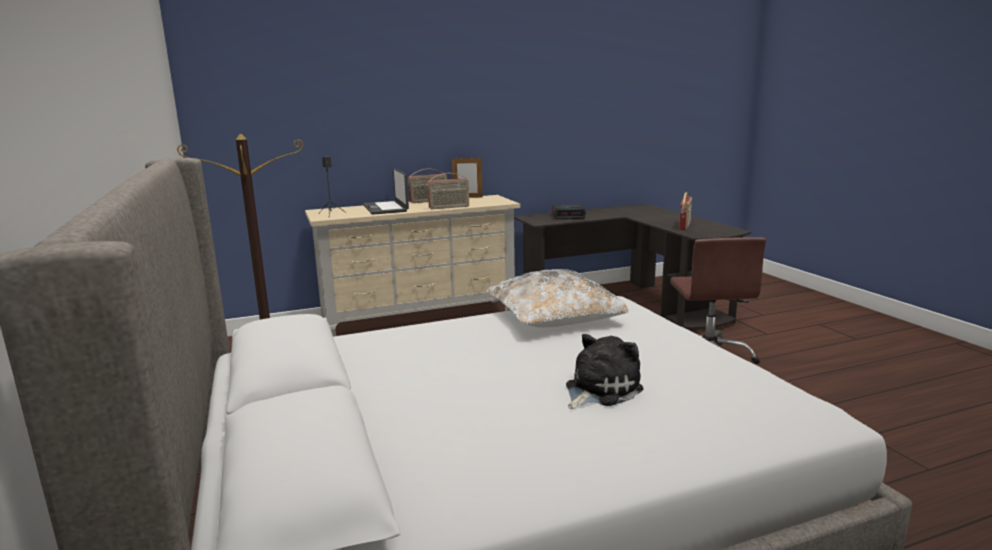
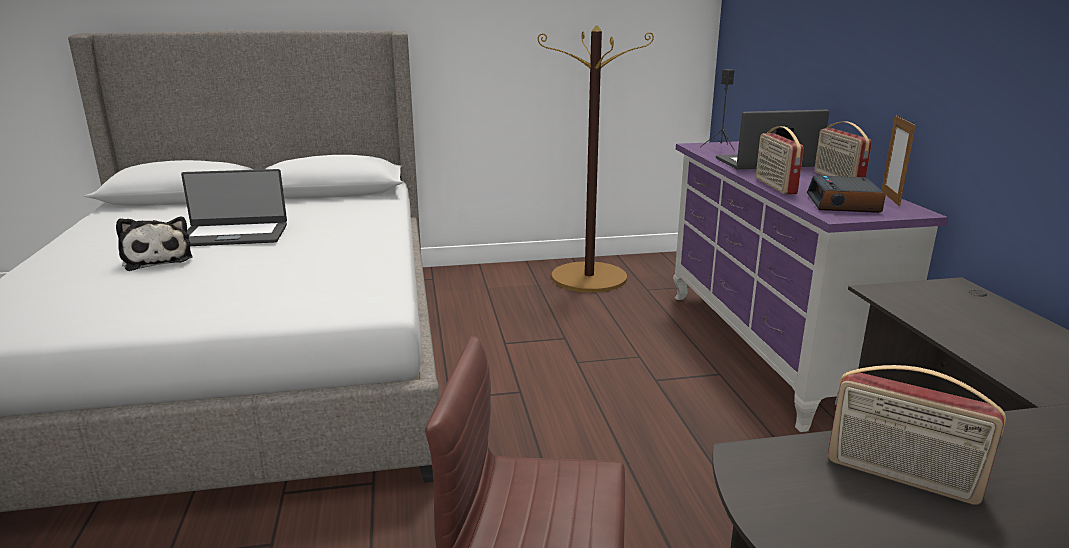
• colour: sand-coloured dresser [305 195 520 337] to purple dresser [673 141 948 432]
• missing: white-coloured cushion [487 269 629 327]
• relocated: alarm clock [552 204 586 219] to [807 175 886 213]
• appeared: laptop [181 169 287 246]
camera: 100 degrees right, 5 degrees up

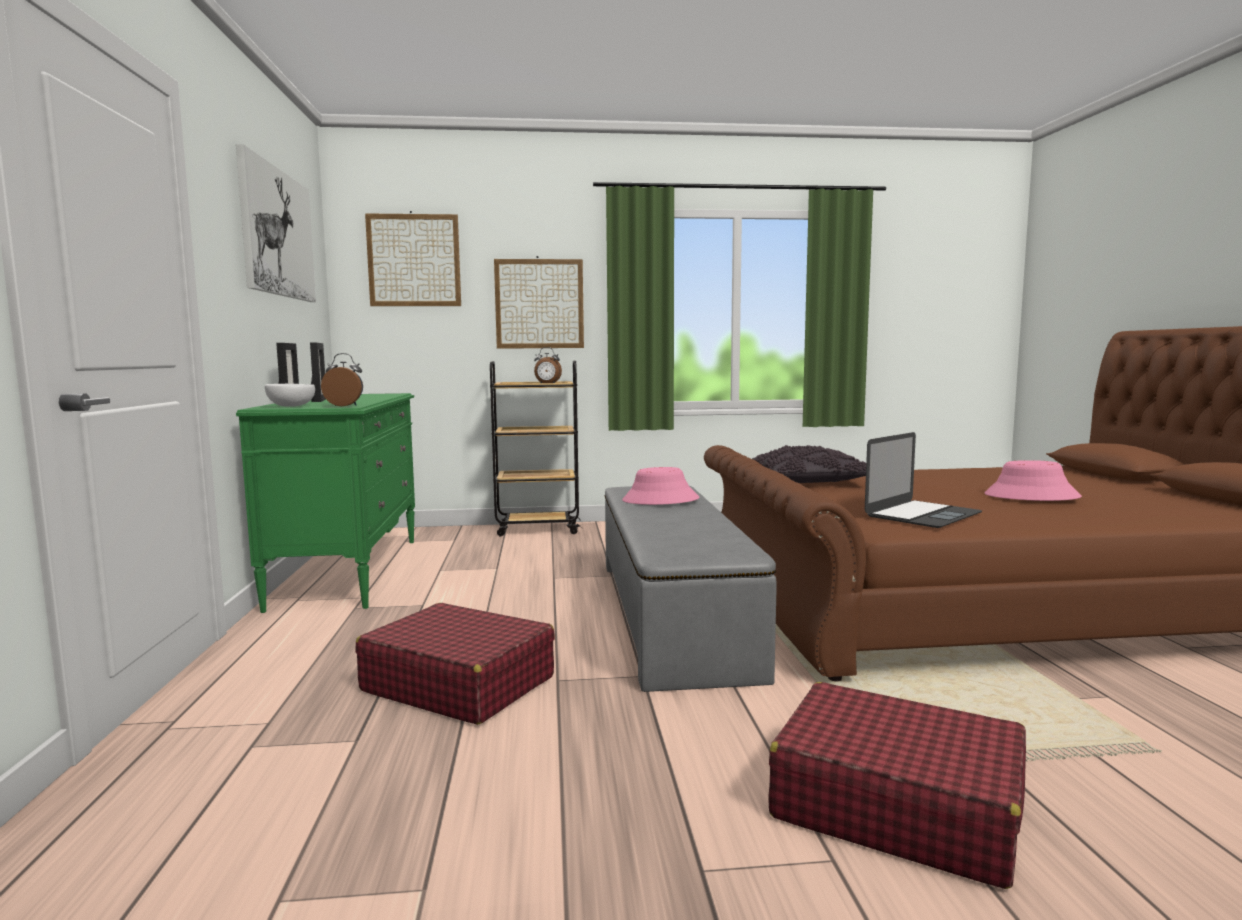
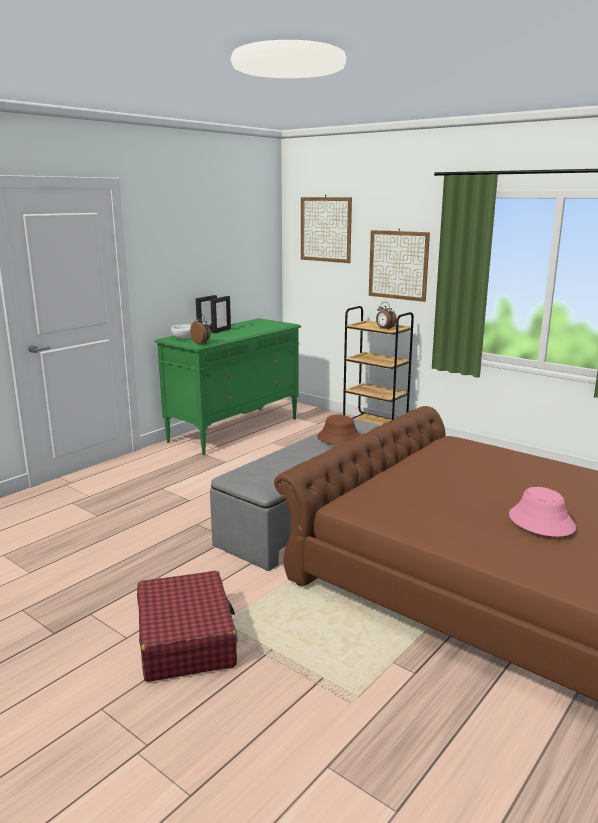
• missing: wall art [236 144 316 302]
• missing: red-coloured travel case [356 603 555 725]
• colour: pinkish hat [622 467 699 505] to brown-coloured hat [317 415 360 446]
• missing: black cushion [752 445 866 483]
• missing: laptop [865 432 982 528]
camera: 45 degrees right, 10 degrees up

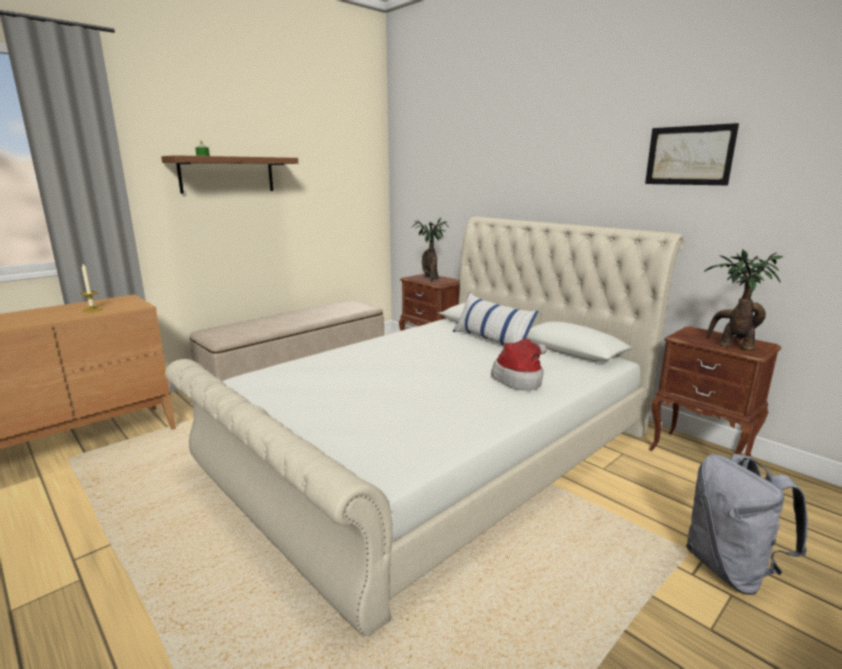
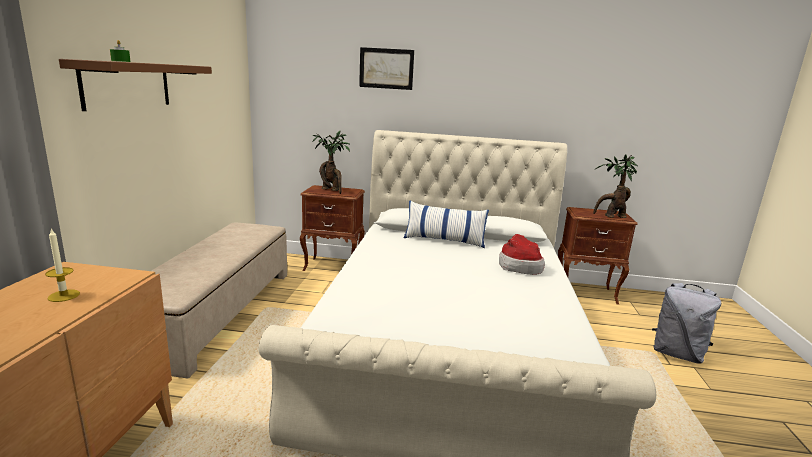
• relocated: wall art [645 123 739 185] to [359 47 414 90]
camera: 40 degrees left, 0 degrees up

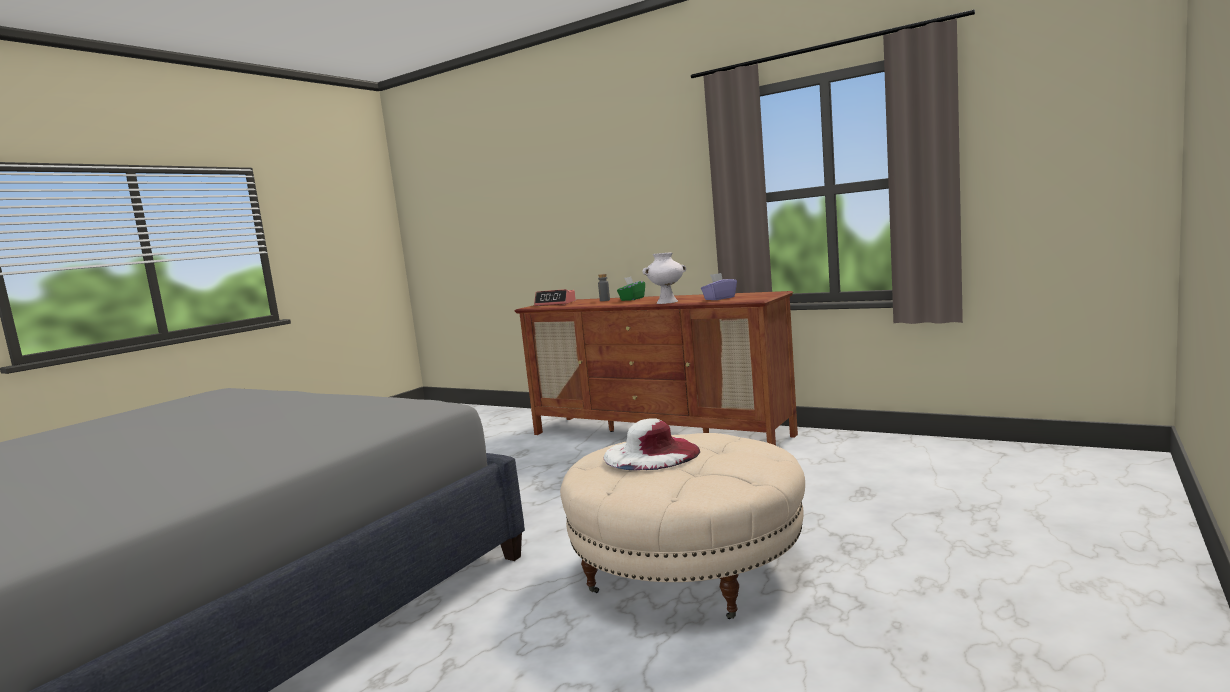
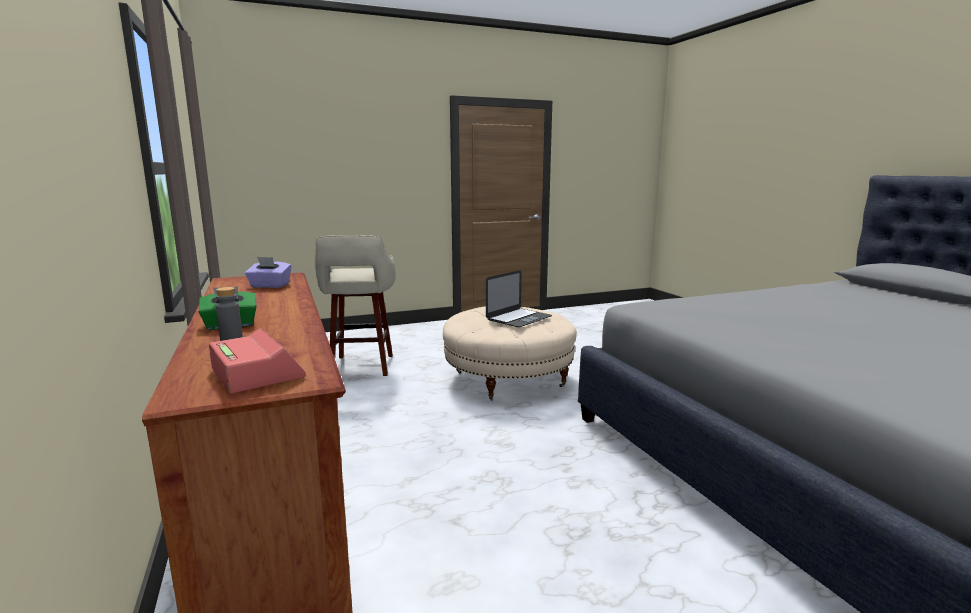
• exchanged: white-coloured hat [603 419 700 470] to laptop [486 270 552 327]
• missing: white-coloured decorative vase [642 252 686 304]
• appeared: sand-coloured stool seat [315 235 395 376]
camera: 145 degrees left, 5 degrees up

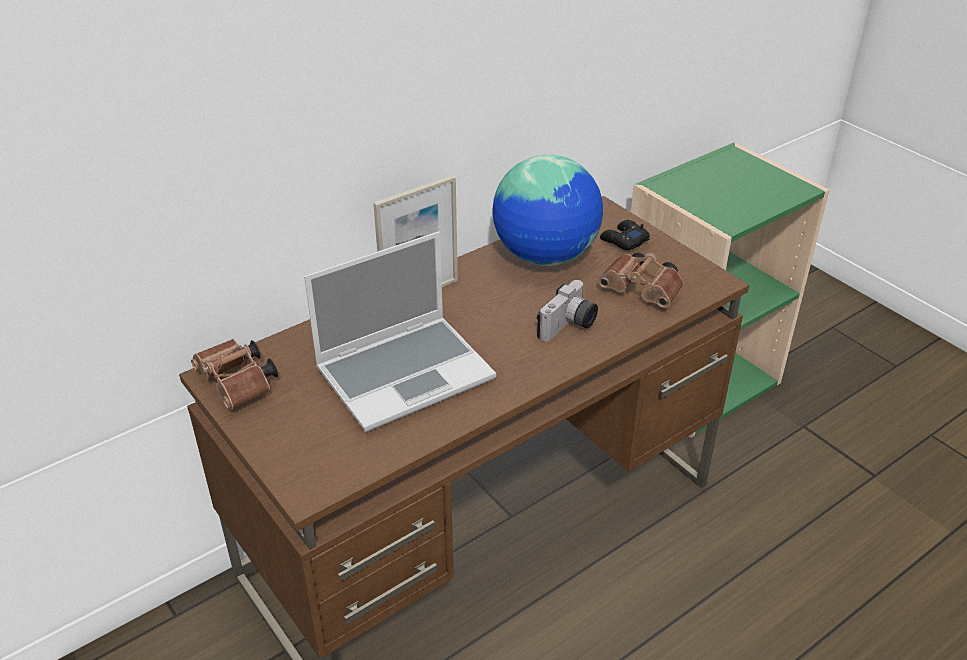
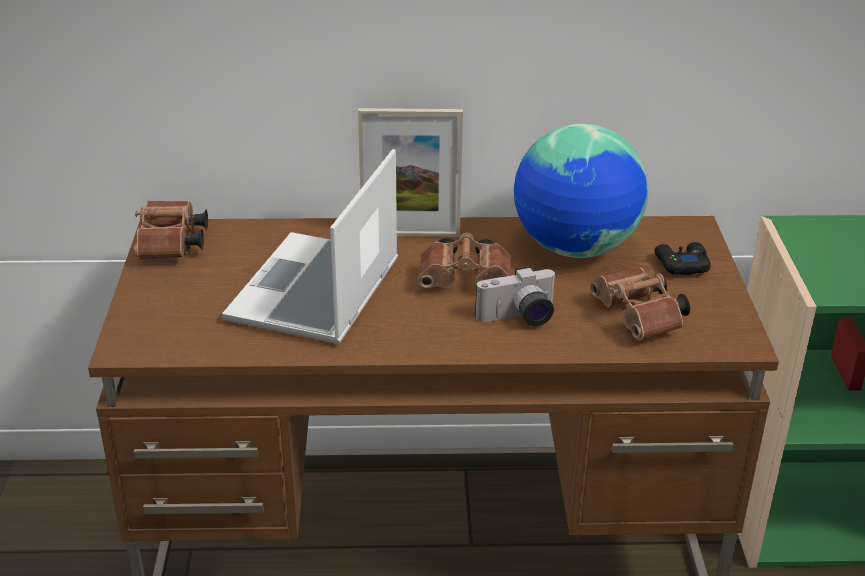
• spun: laptop [304 231 496 432] = [222 149 398 344] 105 degrees clockwise
• appeared: brown-coloured binoculars [417 233 512 288]
camera: 35 degrees right, 5 degrees down

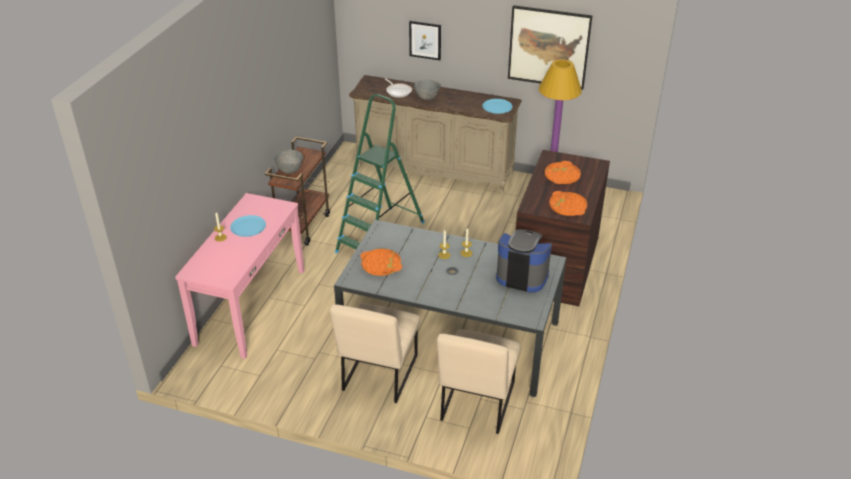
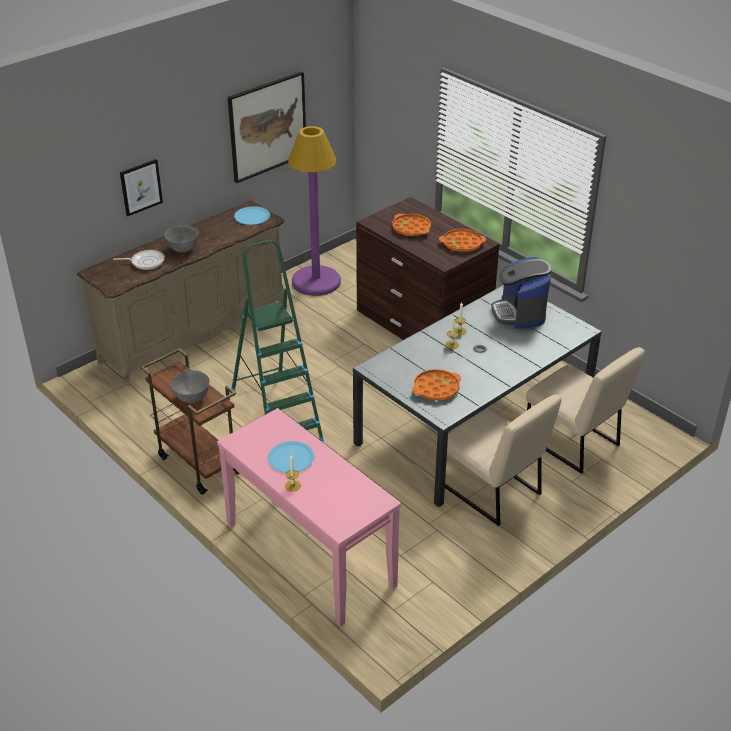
• spun: coffee brewer [496 229 552 292] = [492 257 551 329] 60 degrees counterclockwise
camera: 60 degrees left, 0 degrees up

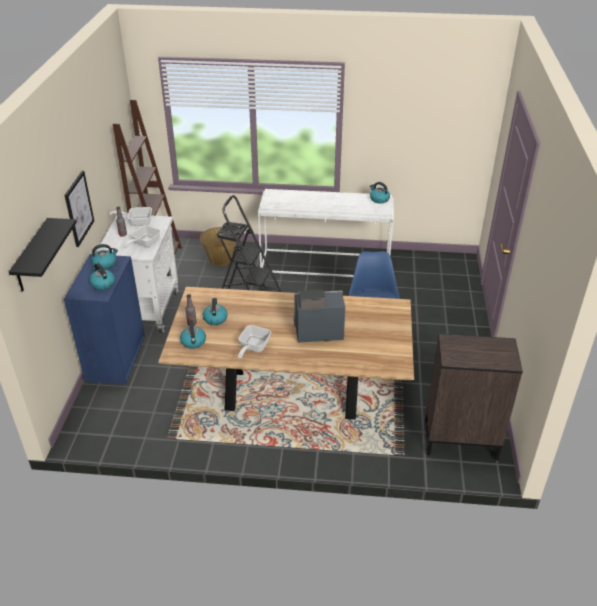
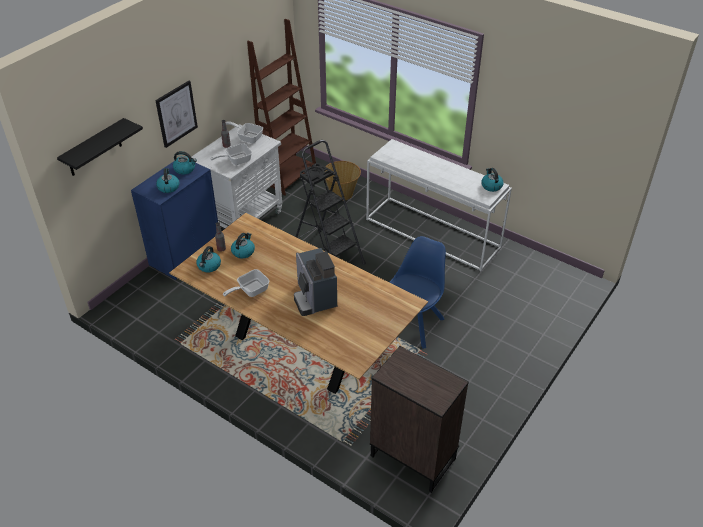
• spun: coffee brewer [294 290 346 343] = [294 248 337 316] 135 degrees counterclockwise
camera: 30 degrees right, 5 degrees up

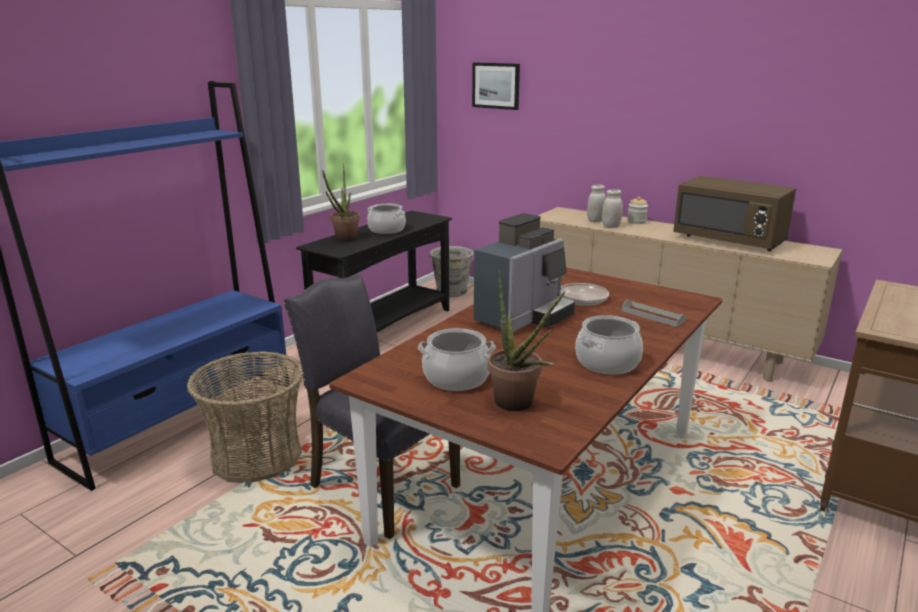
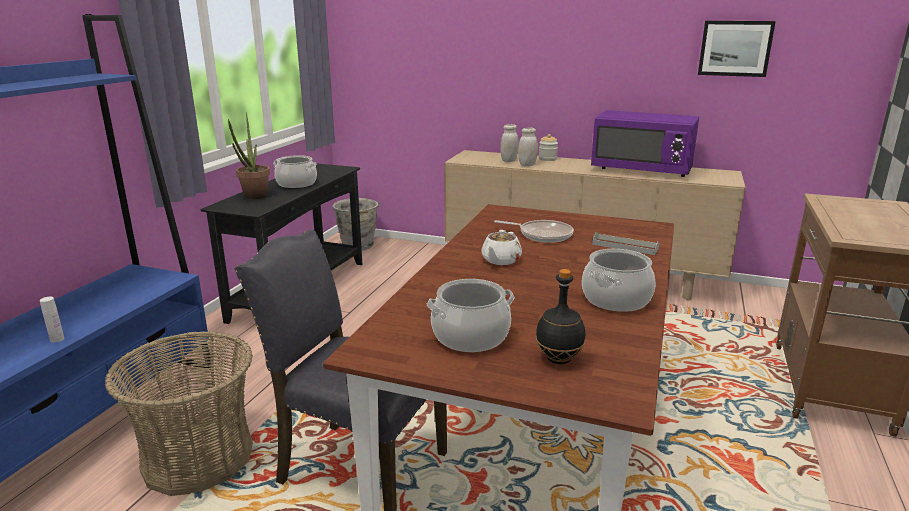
• relocated: wall art [472 62 520 110] to [698 21 776 77]
• exchanged: coffee brewer [474 213 575 332] to white-coloured teapot [481 230 522 265]
• exchanged: potted plant [488 270 565 411] to black drink bottle [536 269 585 364]
• colour: brown-coloured microwave [673 176 796 251] to purple microwave [591 110 699 177]
• appeared: white-coloured drink bottle [40 297 64 343]
camera: 15 degrees left, 0 degrees up

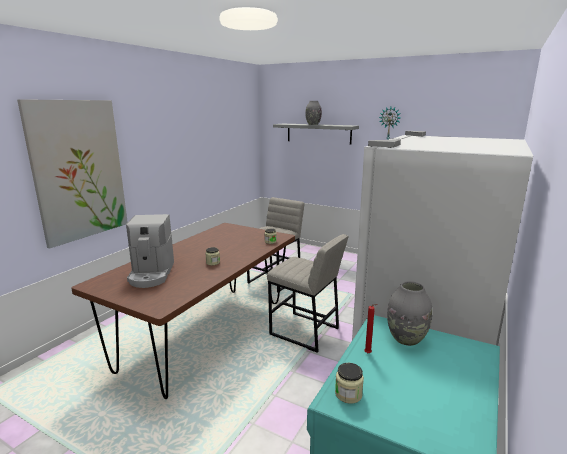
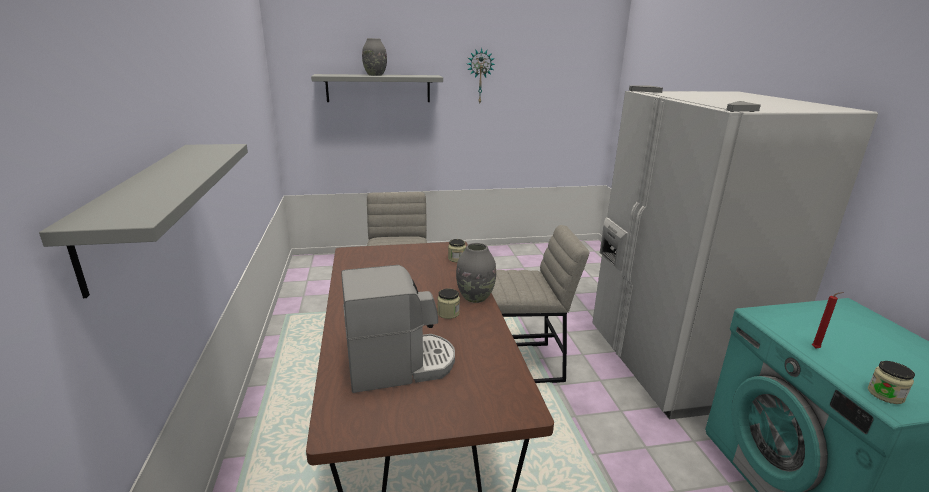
• exchanged: wall art [17 99 128 248] to gray bracket shelf [39 144 248 298]
• spun: coffee brewer [126 214 174 288] = [341 265 455 393] 60 degrees counterclockwise
• relocated: gray decorative vase [387 281 432 346] to [456 243 496 303]
camera: 40 degrees left, 5 degrees up

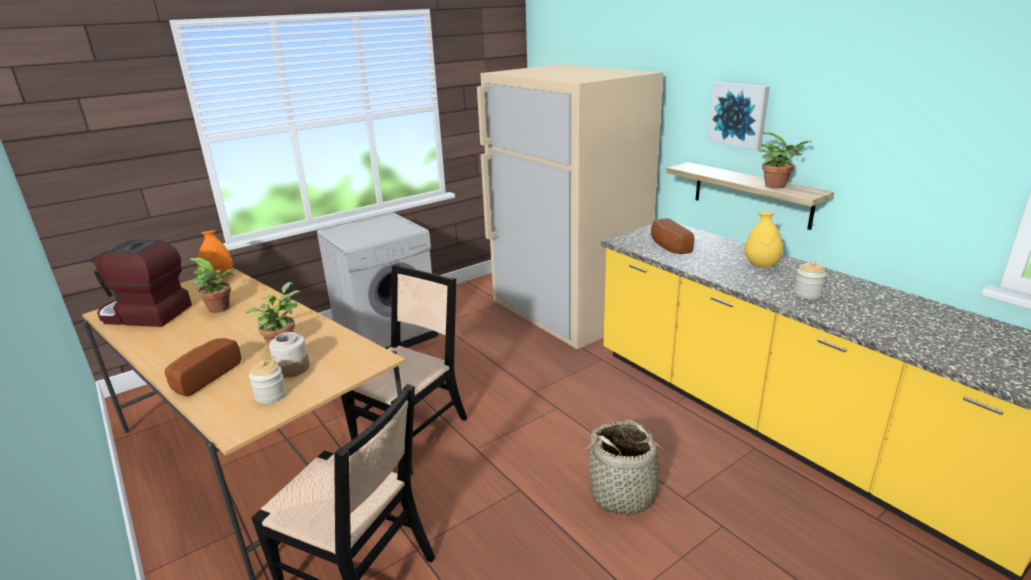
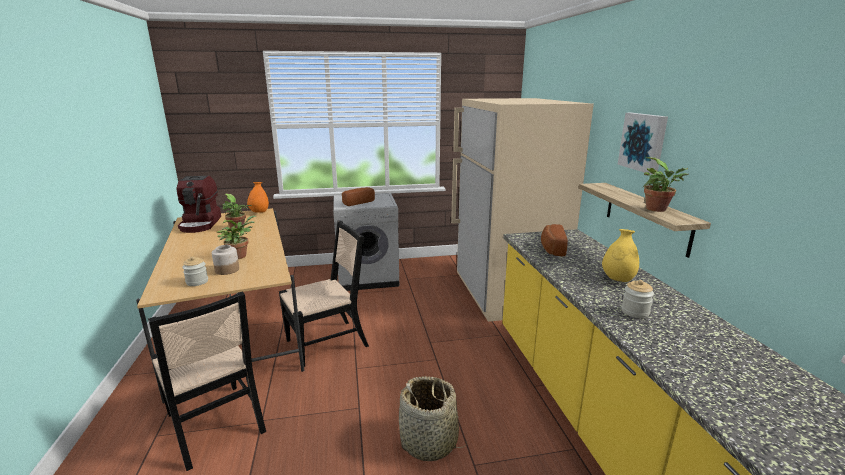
• spun: coffee brewer [91 240 192 327] = [176 176 221 233] 135 degrees counterclockwise
• relocated: bakery bread [165 338 241 396] to [342 187 375 206]
camera: 25 degrees right, 5 degrees down

